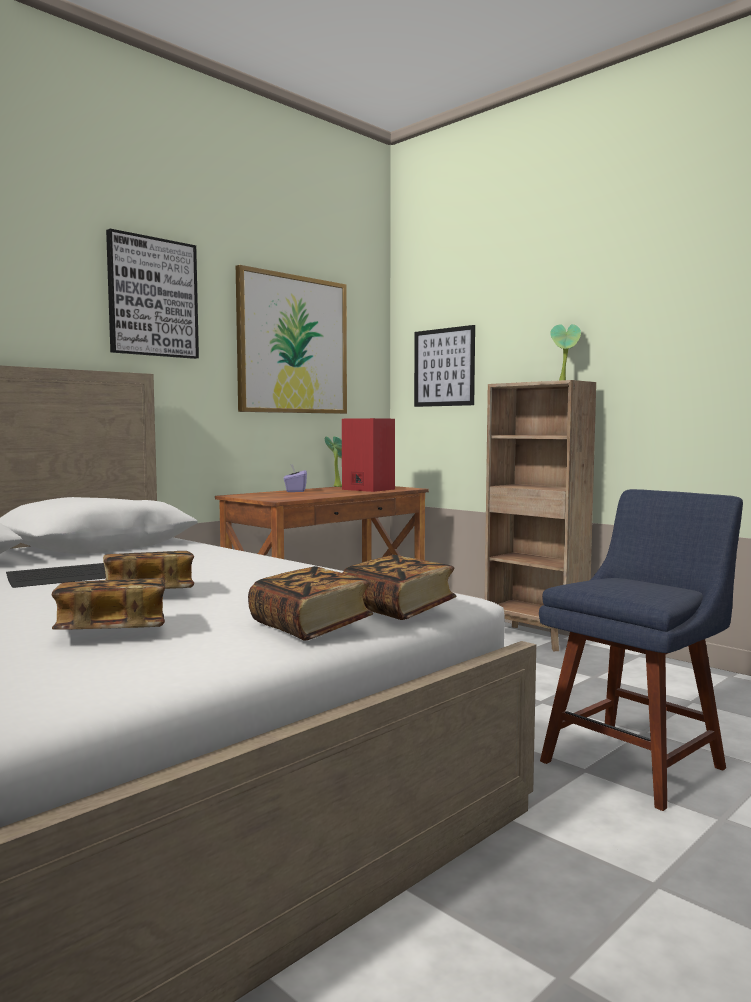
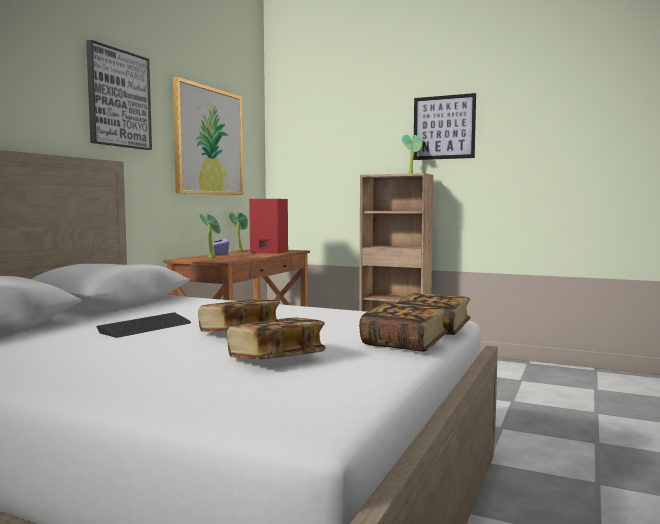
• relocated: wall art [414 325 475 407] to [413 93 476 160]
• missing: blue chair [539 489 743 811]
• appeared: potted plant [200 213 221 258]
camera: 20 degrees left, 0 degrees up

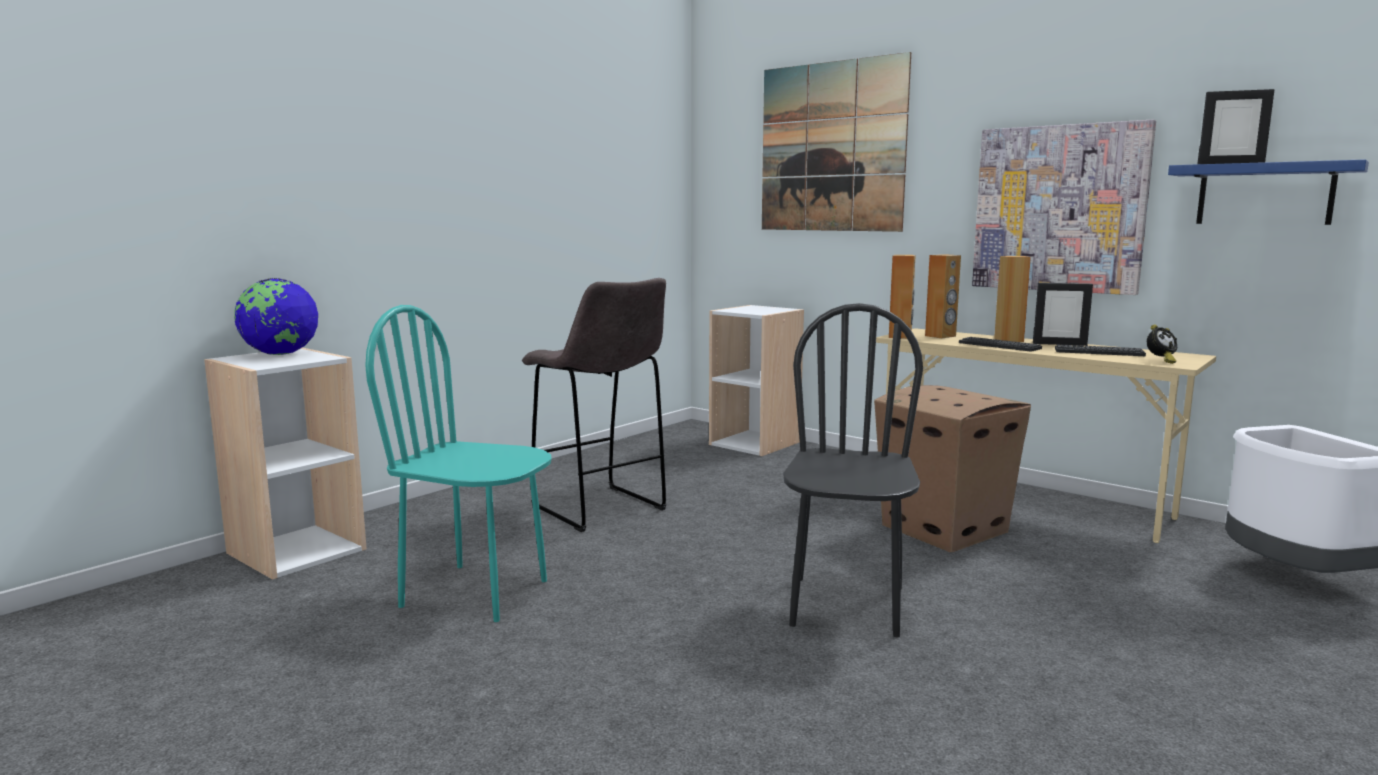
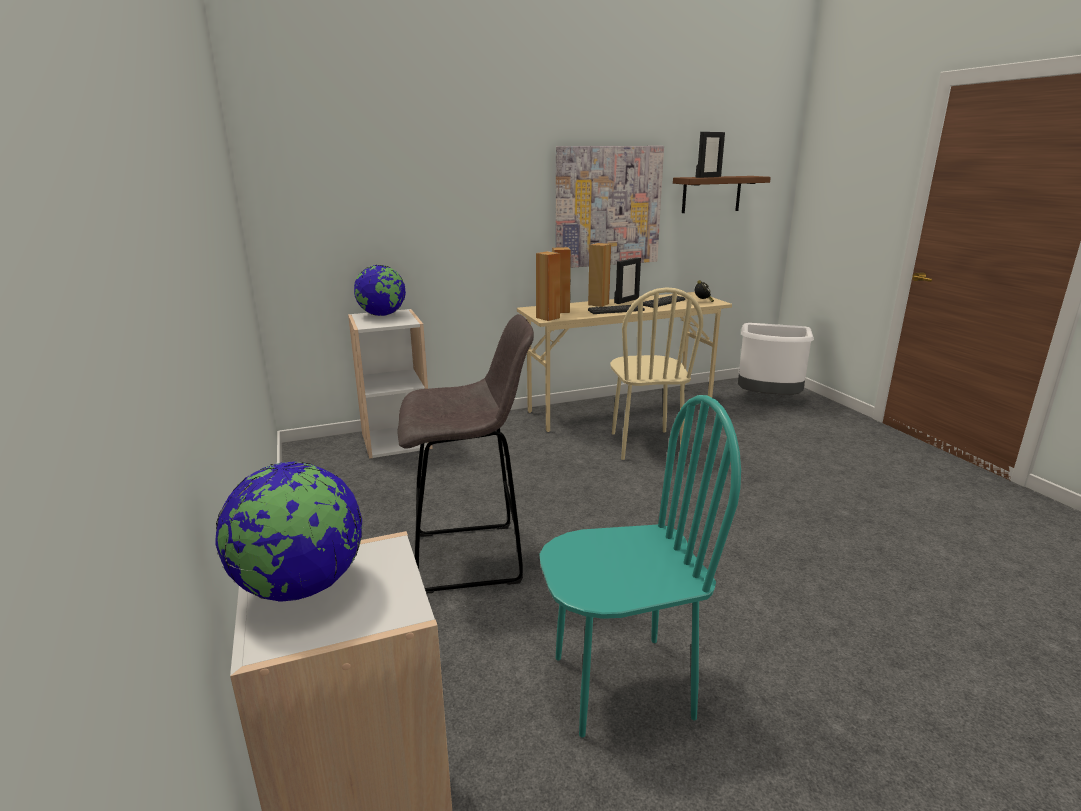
• spun: turquoise-coloured chair [365 305 552 622] = [539 395 741 738] 150 degrees counterclockwise
• missing: wall art [762 52 911 232]
• missing: black chair [783 303 923 637]
• exchanged: carton [874 385 1031 552] to sand-coloured chair [610 287 703 460]
• colour: blue bracket shelf [1168 159 1369 225] to brown-coloured bracket shelf [673 176 771 213]
• appeared: world globe [354 265 406 316]
camera: 60 degrees left, 10 degrees up

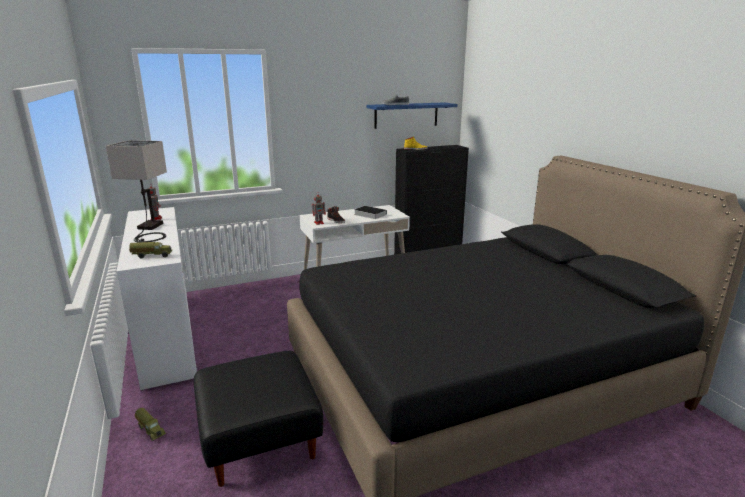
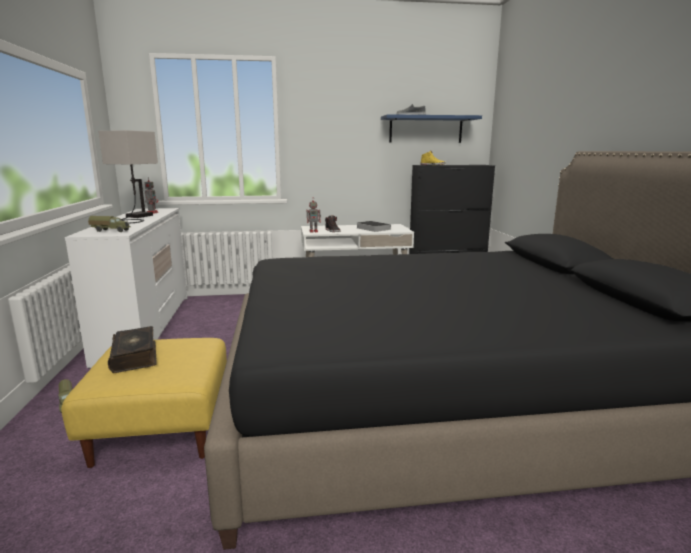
• colour: black pouffe [194 351 323 487] to yellow pouffe [61 338 227 468]
• appeared: book [108 326 157 373]
camera: 15 degrees right, 5 degrees down

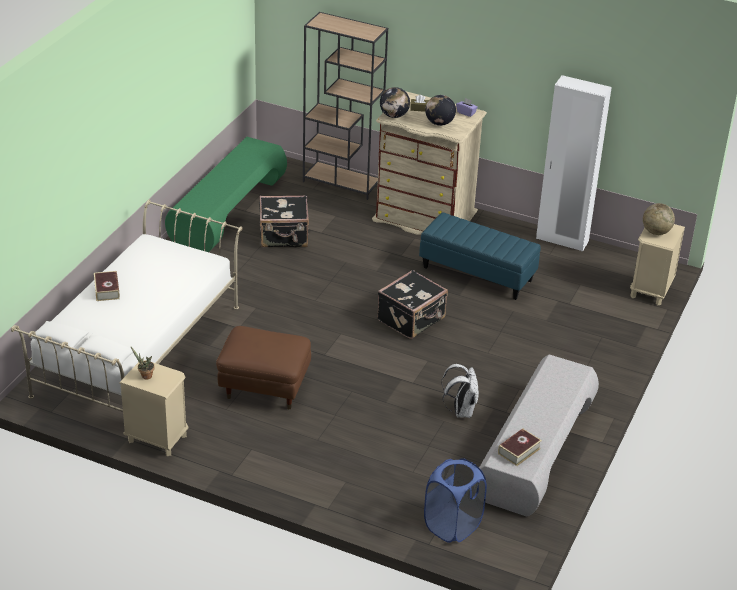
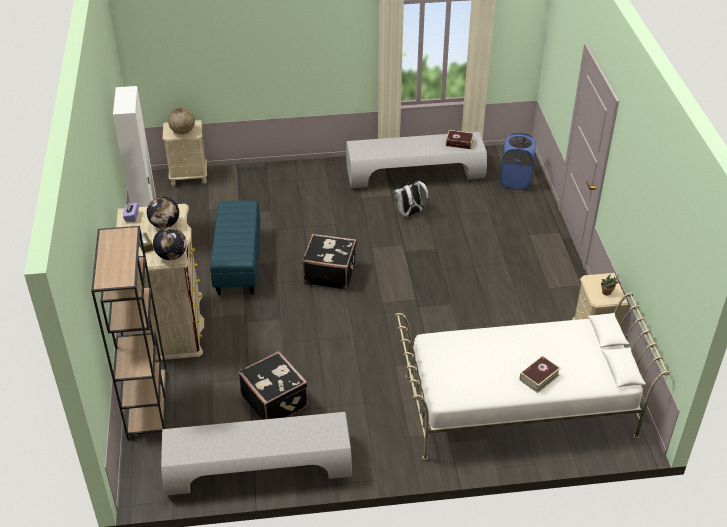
• colour: green long seat [165 137 287 252] to gray long seat [161 412 352 495]
• missing: brown-coloured pouffe [216 326 311 409]
camera: 120 degrees left, 5 degrees up

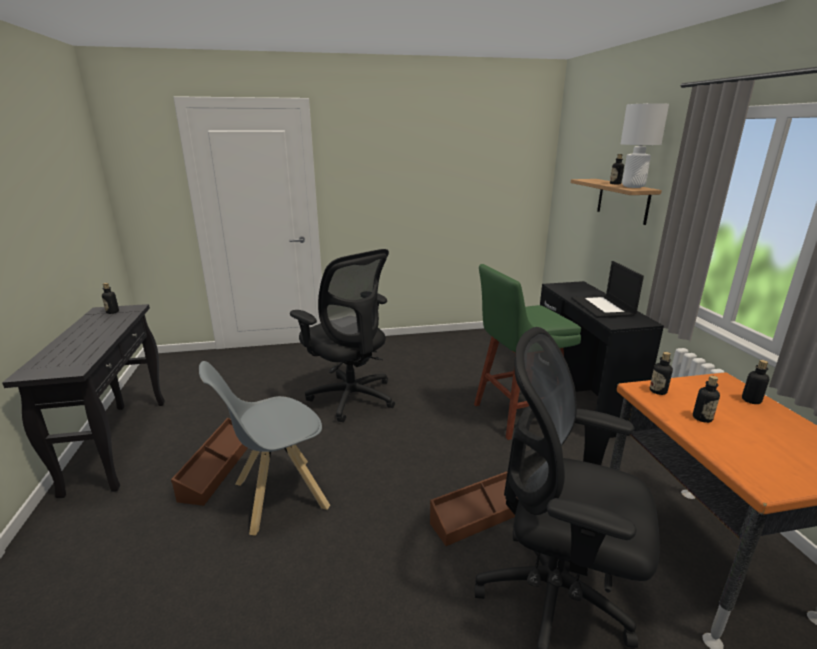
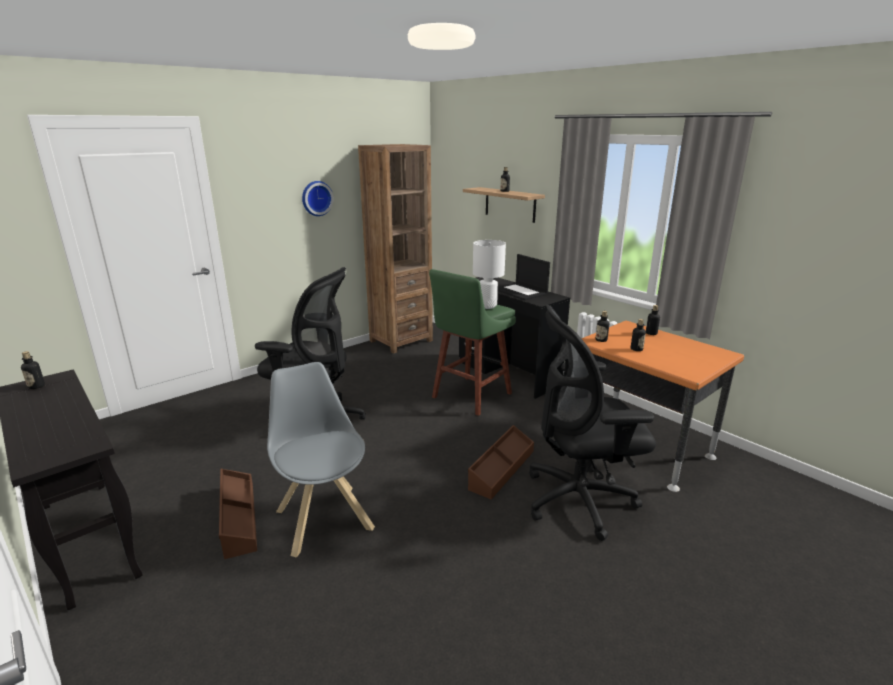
• spun: gray chair [199 361 330 536] = [267 362 375 558] 120 degrees clockwise
• relocated: white-coloured tabletop lamp [621 103 669 188] to [473 240 506 309]
• appeared: hanging clock [302 181 334 216]
• appeared: brown-coloured shelving unit [358 144 433 354]
camera: 30 degrees left, 0 degrees up

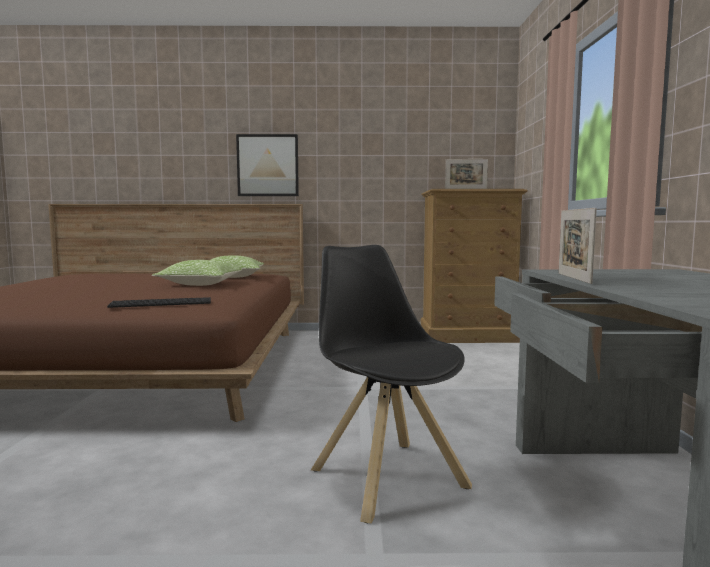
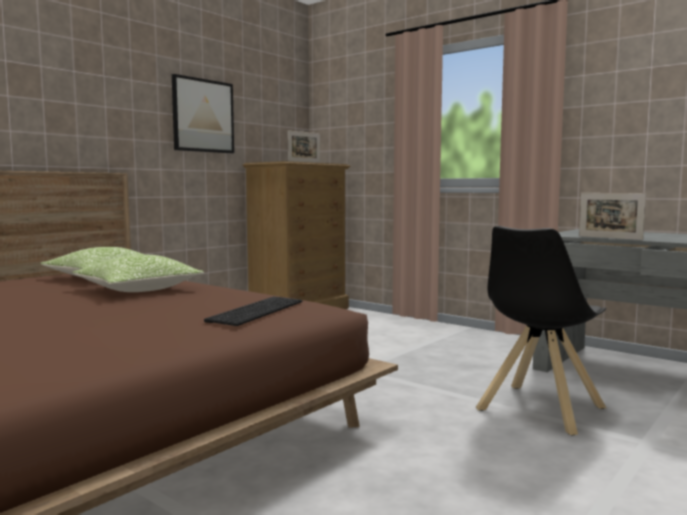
• relocated: wall art [236 134 299 196] to [172 74 234 153]
• spun: black chair [311 245 472 523] = [476 226 606 435] 60 degrees counterclockwise
camera: 50 degrees left, 0 degrees up

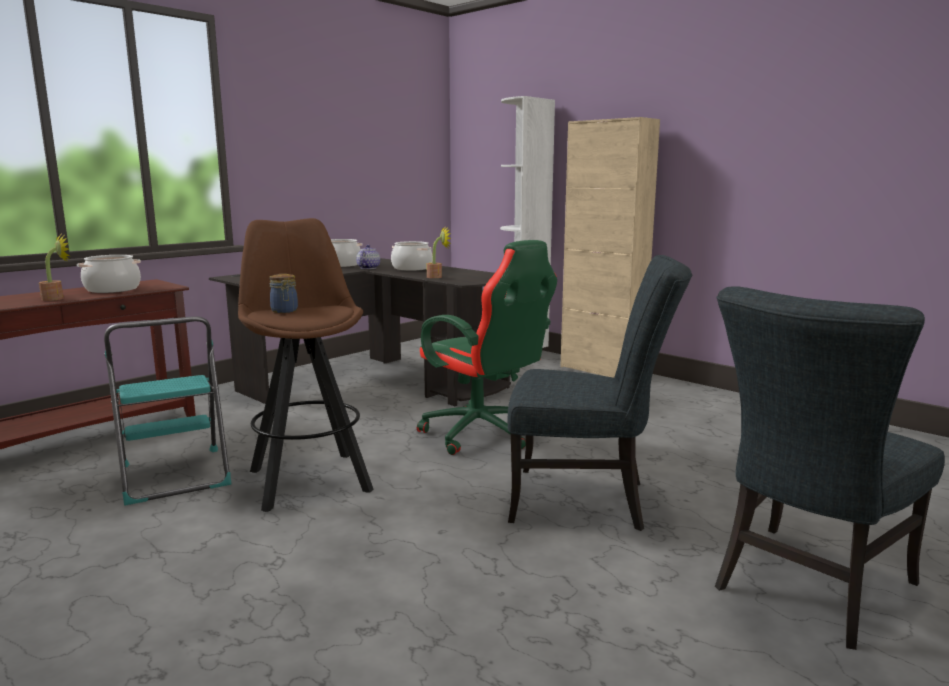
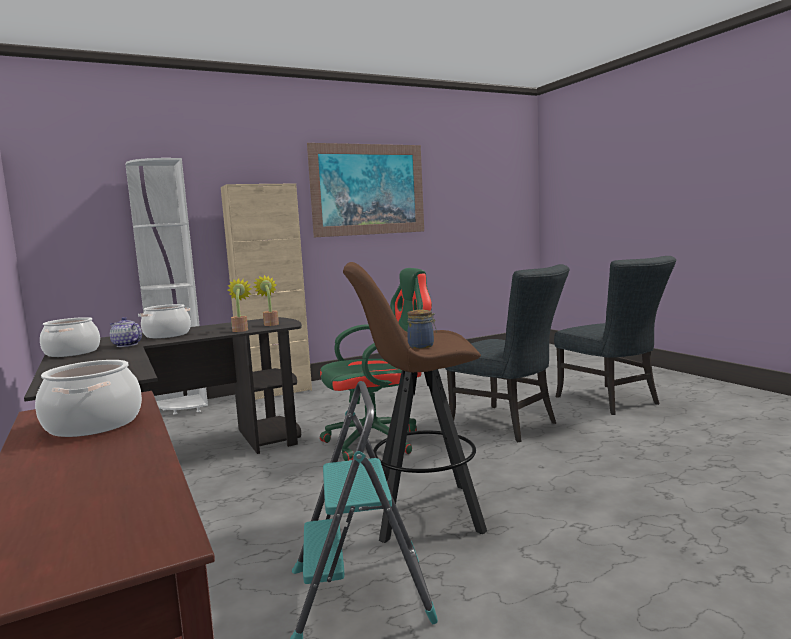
• relocated: potted plant [39 235 69 301] to [253 275 279 326]
• spun: gray chair [508 255 692 531] = [445 264 570 442] 105 degrees clockwise
• appeared: wall art [307 143 424 237]
camera: 70 degrees left, 5 degrees down

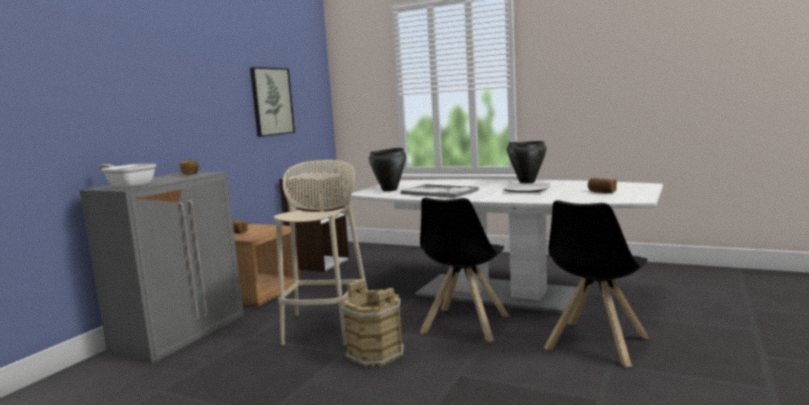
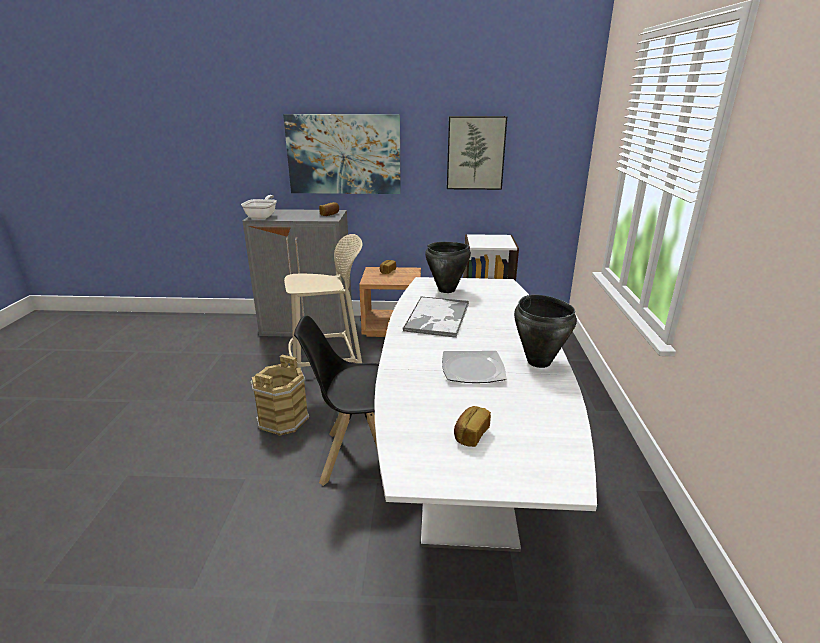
• missing: black chair [544 200 649 368]
• appeared: wall art [283 114 401 194]
camera: 65 degrees right, 15 degrees up

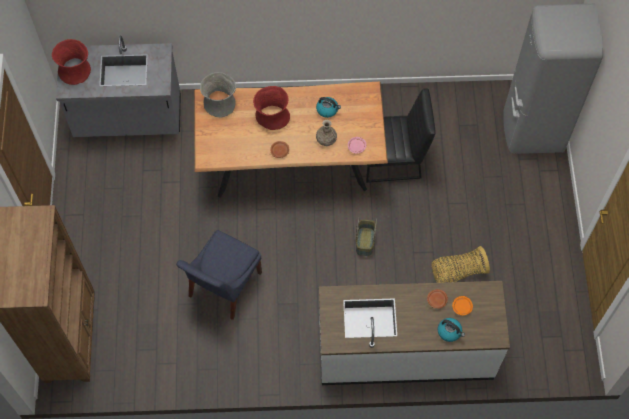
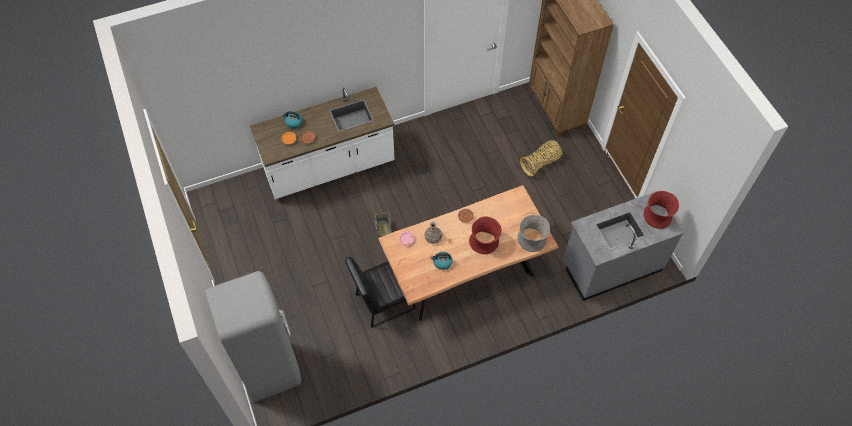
• missing: blue chair [176 230 262 320]
• relocated: basket [432 246 490 283] to [520 140 563 176]
camera: 160 degrees right, 5 degrees down

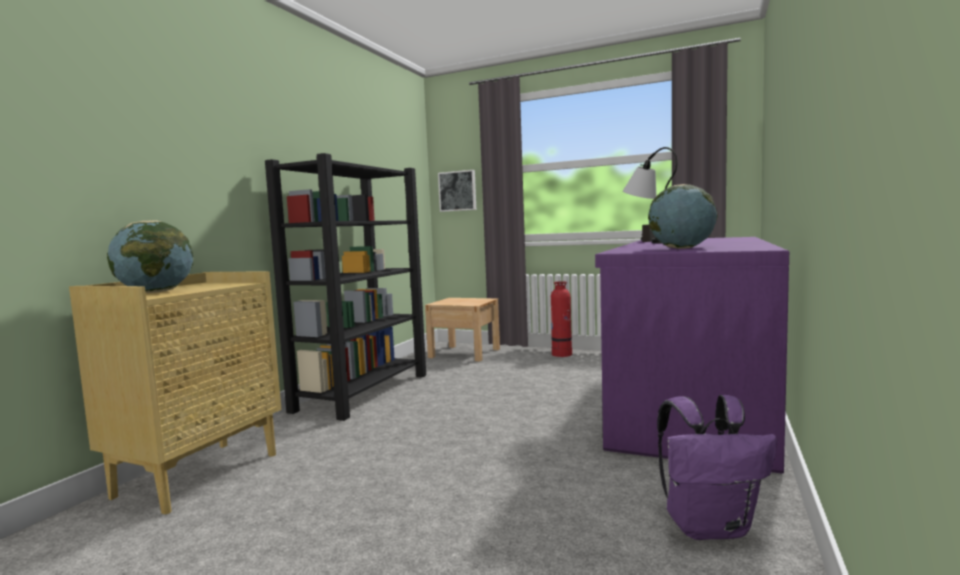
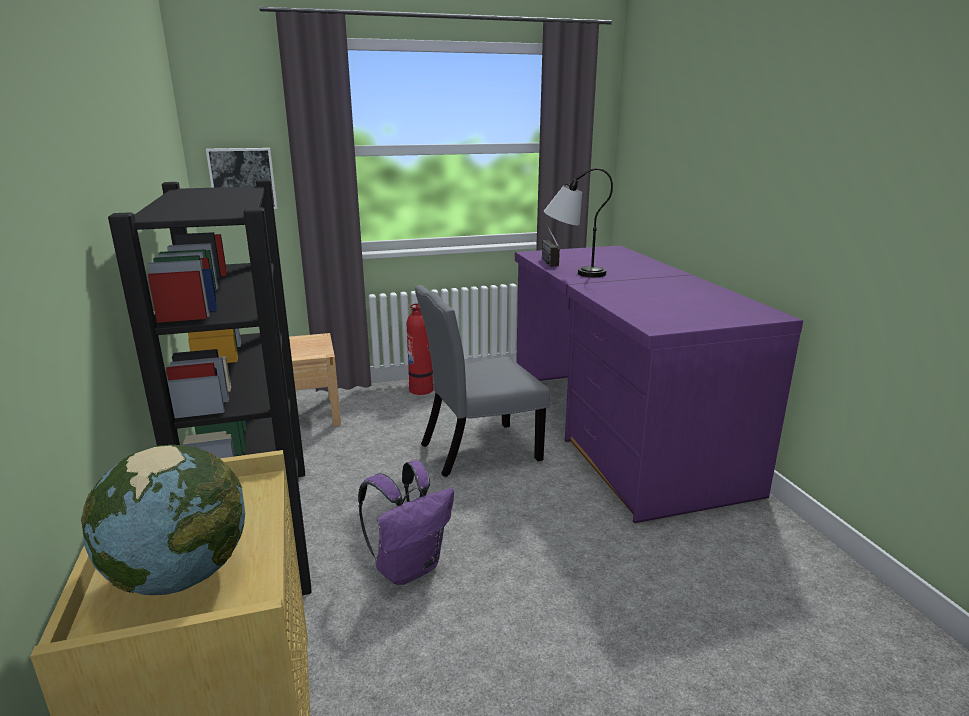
• missing: world globe [648 184 718 249]
• relocated: purple knapsack [657 395 777 540] to [358 460 454 585]
• appeared: gray chair [415 285 550 477]
camera: 40 degrees left, 15 degrees up

